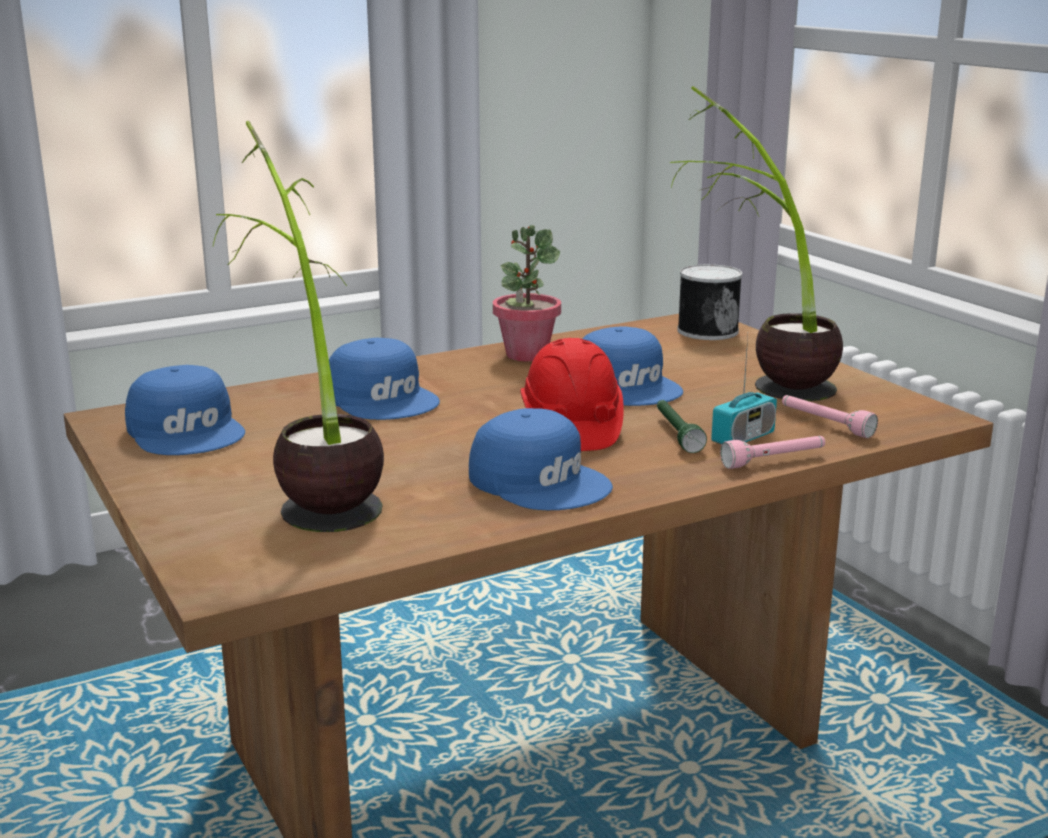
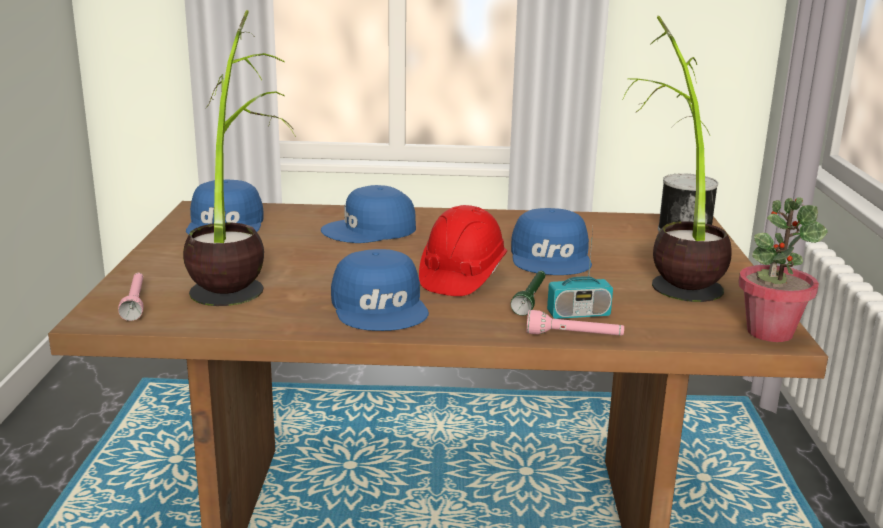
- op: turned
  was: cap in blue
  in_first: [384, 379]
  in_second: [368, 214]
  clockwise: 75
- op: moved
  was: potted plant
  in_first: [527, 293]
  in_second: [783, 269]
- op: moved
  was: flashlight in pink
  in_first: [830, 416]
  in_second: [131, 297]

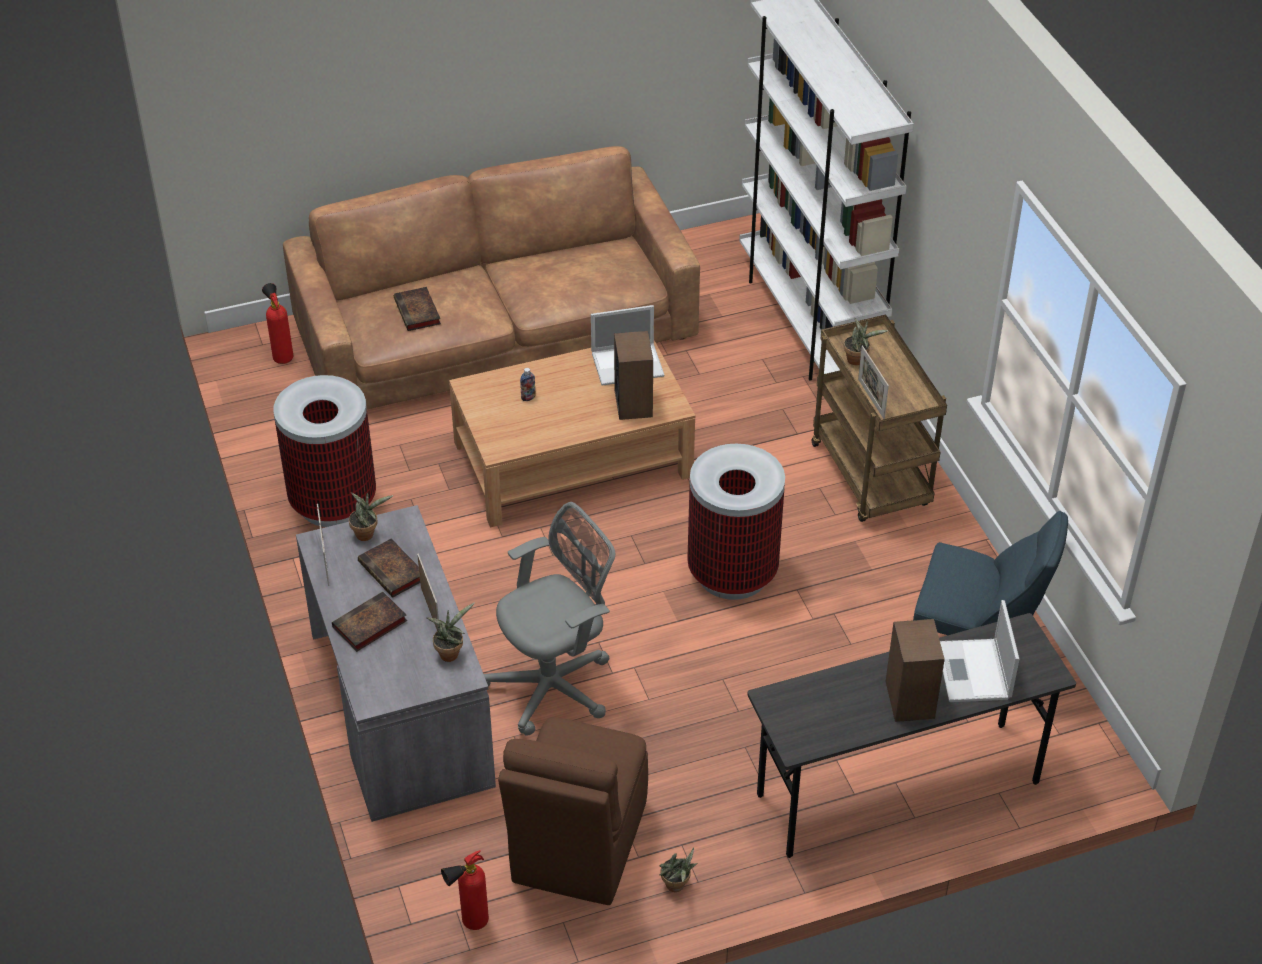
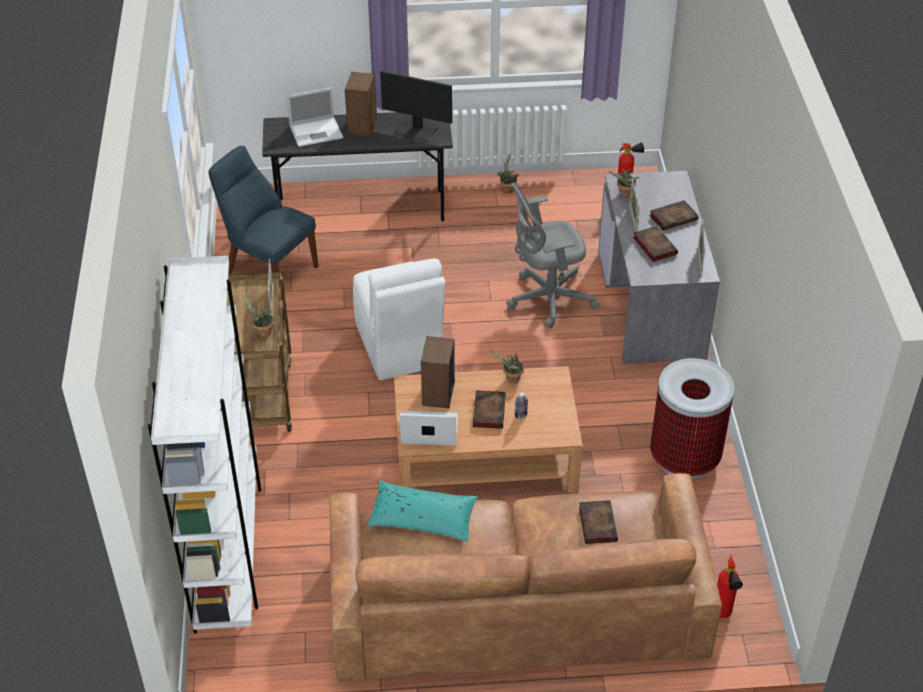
- op: moved
  was: potted plant
  in_first: [371, 516]
  in_second: [507, 366]
- op: removed
  was: chair in brown
  in_first: [573, 811]
- op: replaced
  was: trash can
  now: chair in white
  in_first: [736, 522]
  in_second: [399, 319]
- op: turned
  was: laptop
  in_first: [979, 651]
  in_second: [315, 117]
  clockwise: 60
- op: added
  now: pillow in turquoise
  in_second: [423, 511]
- op: added
  now: monitor
  in_second: [416, 107]
- op: added
  now: book
  in_second: [489, 409]

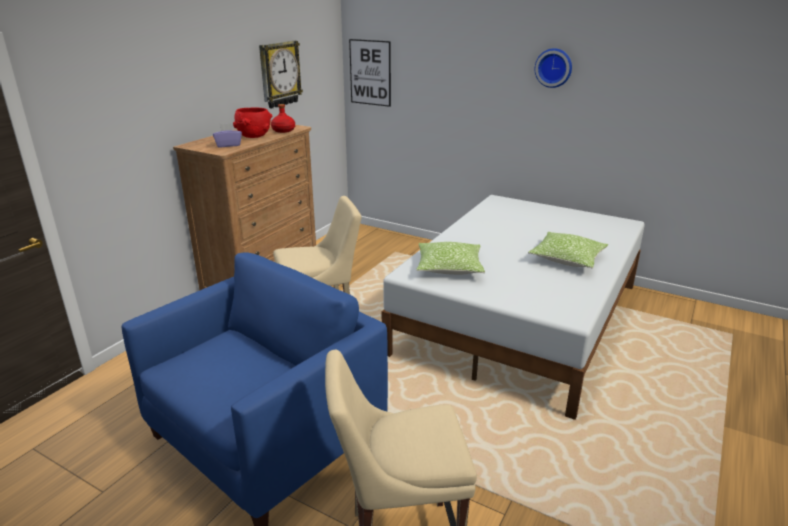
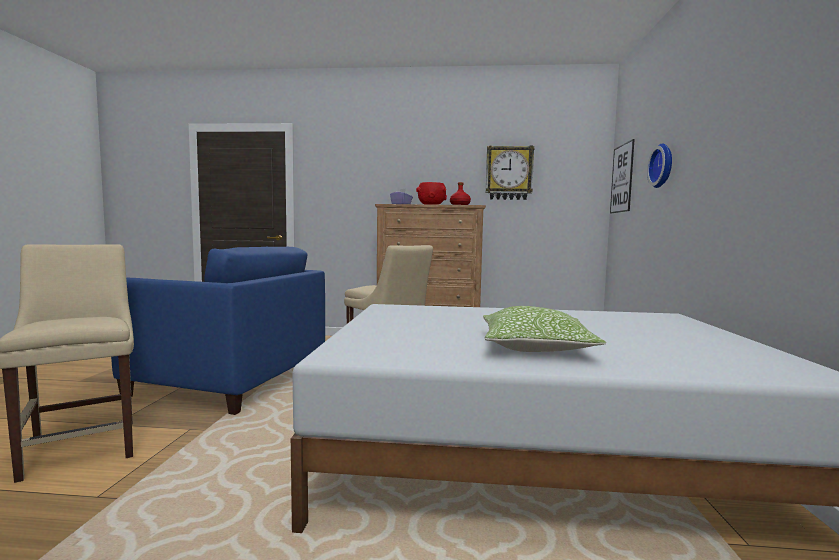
- op: removed
  was: pillow
  in_first: [450, 258]
- op: moved
  was: wall clock
  in_first: [553, 68]
  in_second: [659, 165]

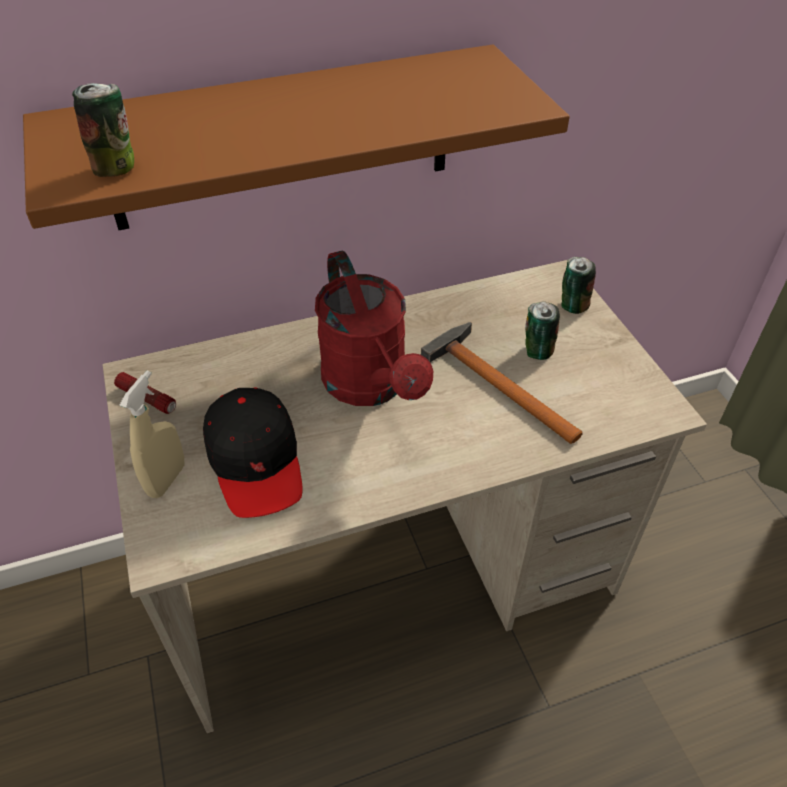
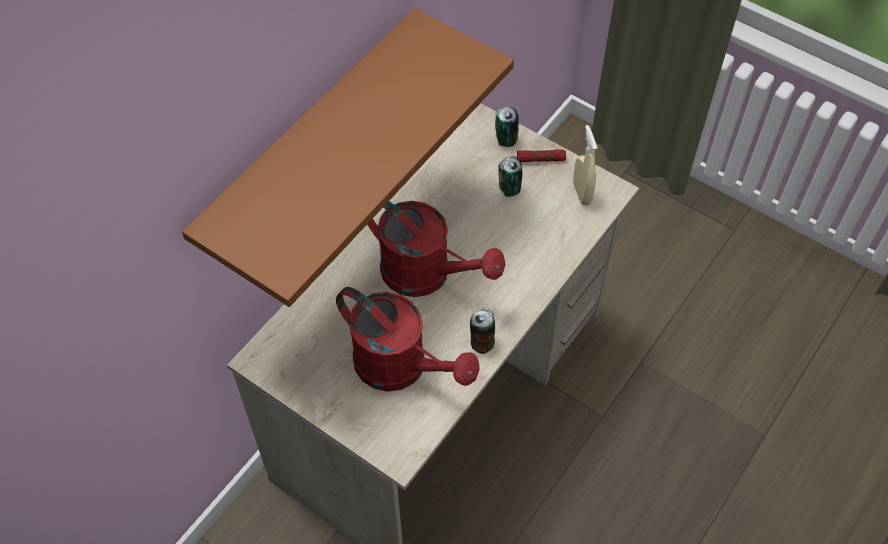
- op: moved
  was: can
  in_first: [103, 130]
  in_second: [482, 331]
- op: moved
  was: flashlight
  in_first: [145, 393]
  in_second: [541, 155]
- op: moved
  was: spray bottle in beige
  in_first: [152, 434]
  in_second: [585, 165]
- op: replaced
  was: cap in black
  now: watering can in red
  in_first: [253, 452]
  in_second: [408, 339]
- op: removed
  was: hammer
  in_first: [502, 383]

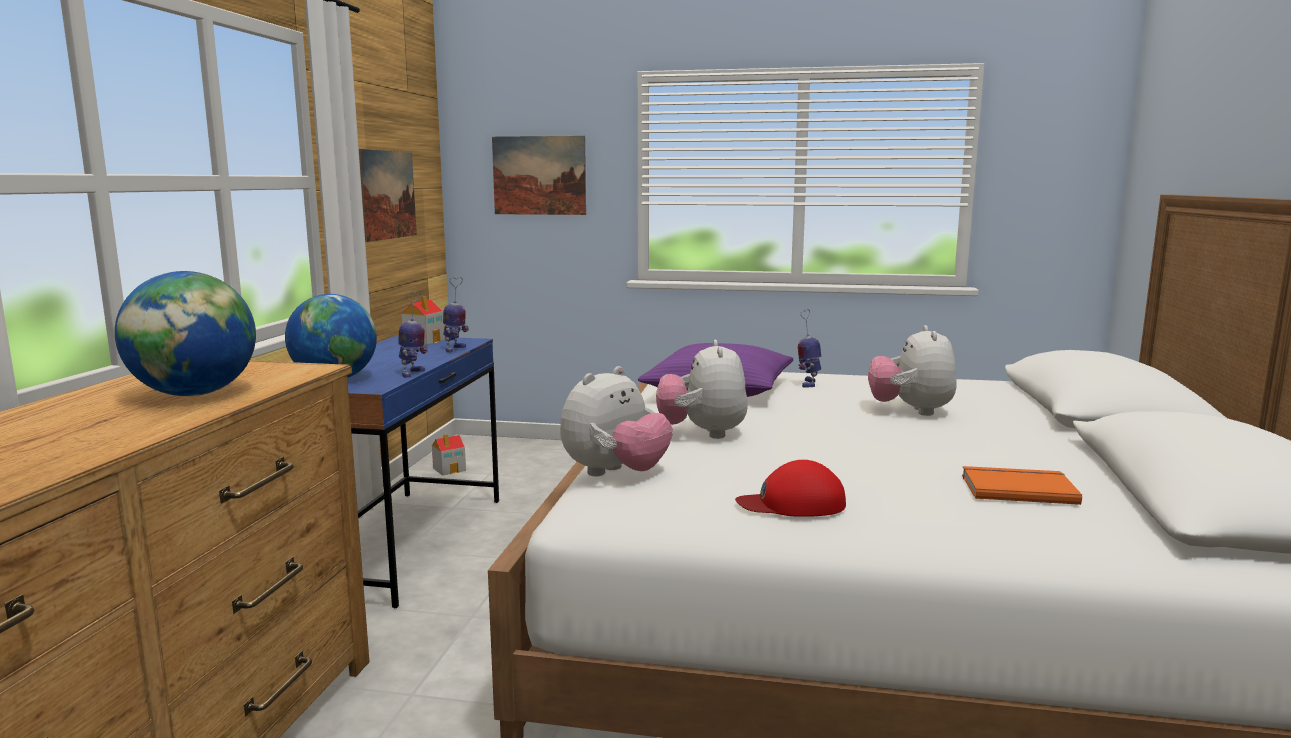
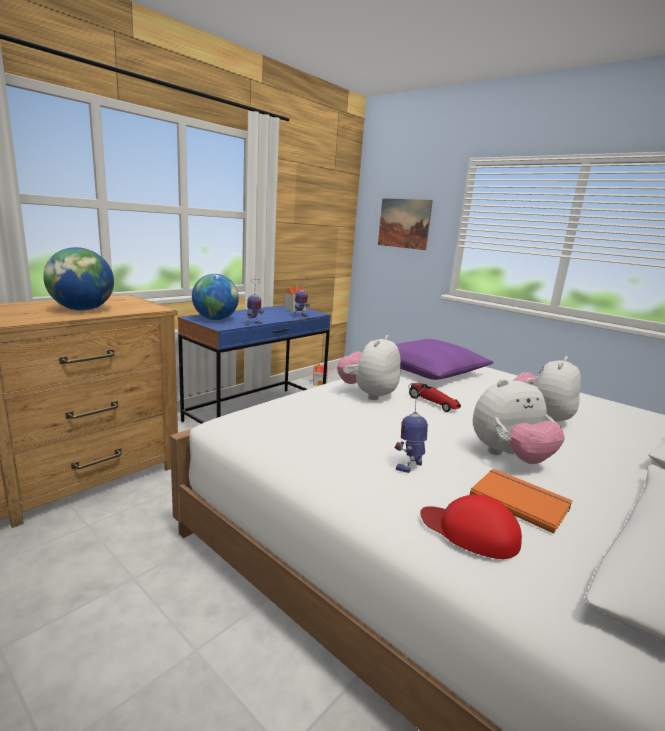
- op: removed
  was: picture
  in_first: [388, 195]
- op: moved
  was: plush toy
  in_first: [616, 421]
  in_second: [519, 421]
- op: moved
  was: cap in red
  in_first: [790, 488]
  in_second: [471, 526]
- op: moved
  was: toy robot
  in_first: [809, 348]
  in_second: [411, 428]
- op: added
  now: toy car
  in_second: [435, 397]

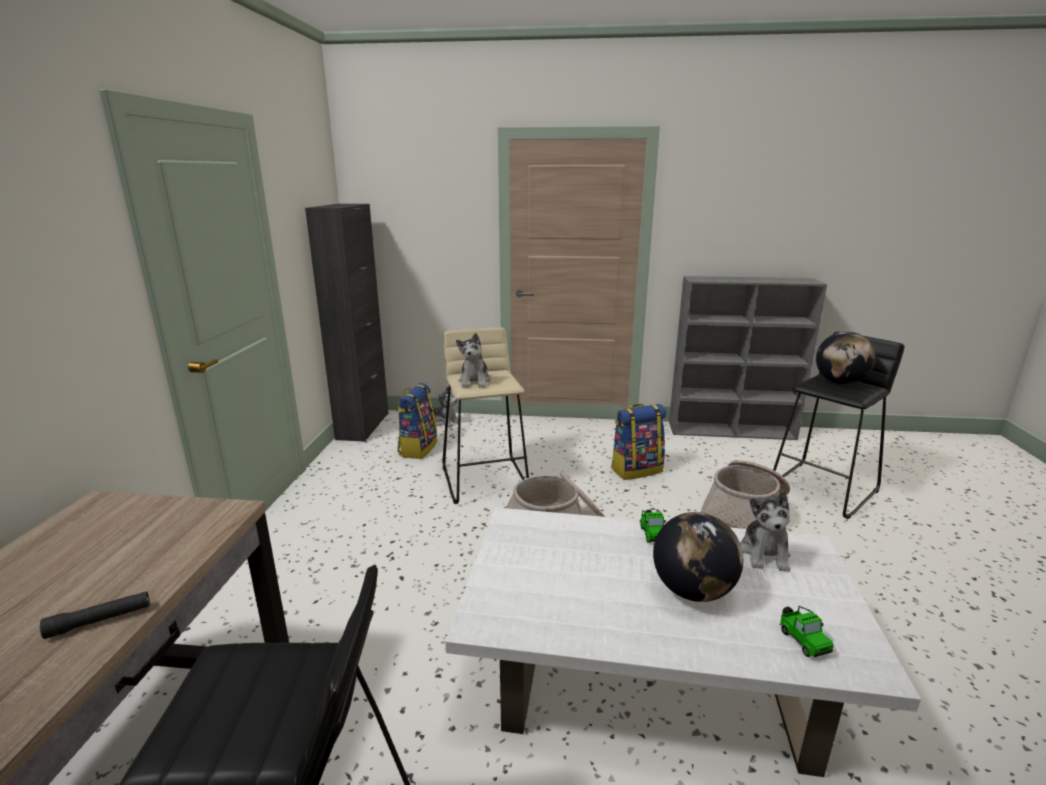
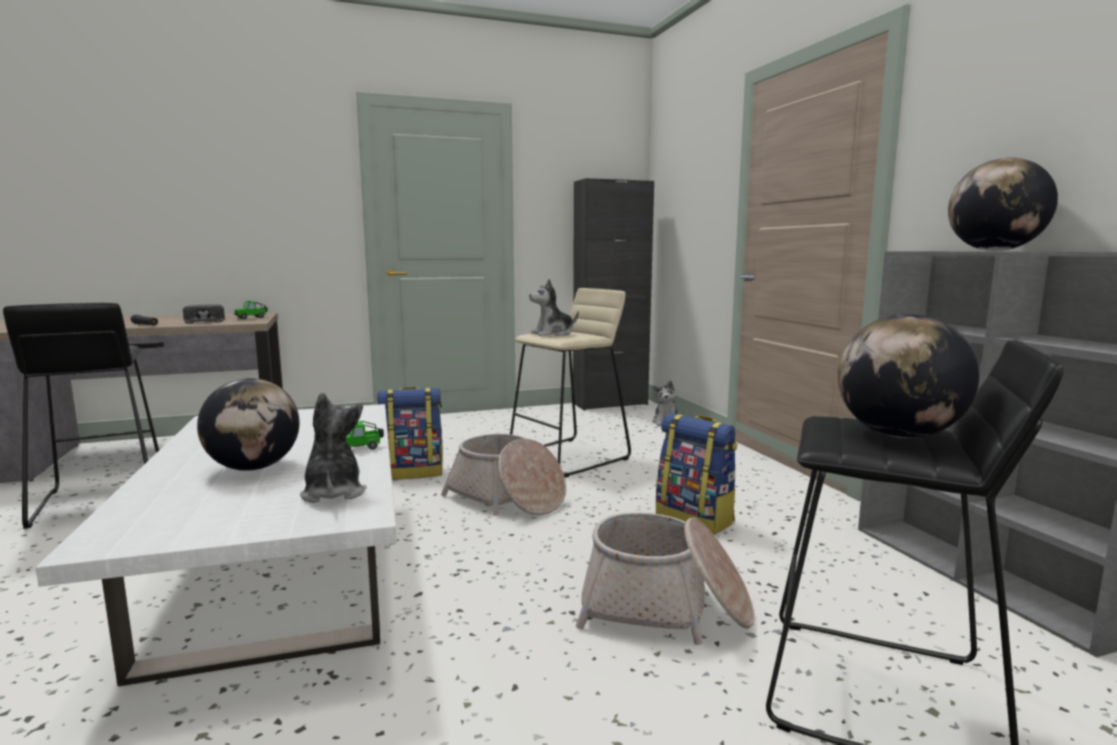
- op: moved
  was: backpack
  in_first: [417, 421]
  in_second: [410, 433]
- op: turned
  was: plush toy
  in_first: [765, 531]
  in_second: [333, 448]
  clockwise: 90
- op: moved
  was: toy car
  in_first: [807, 631]
  in_second: [251, 310]
- op: added
  now: cap in black
  in_second: [204, 314]
- op: added
  now: globe
  in_second: [1003, 204]

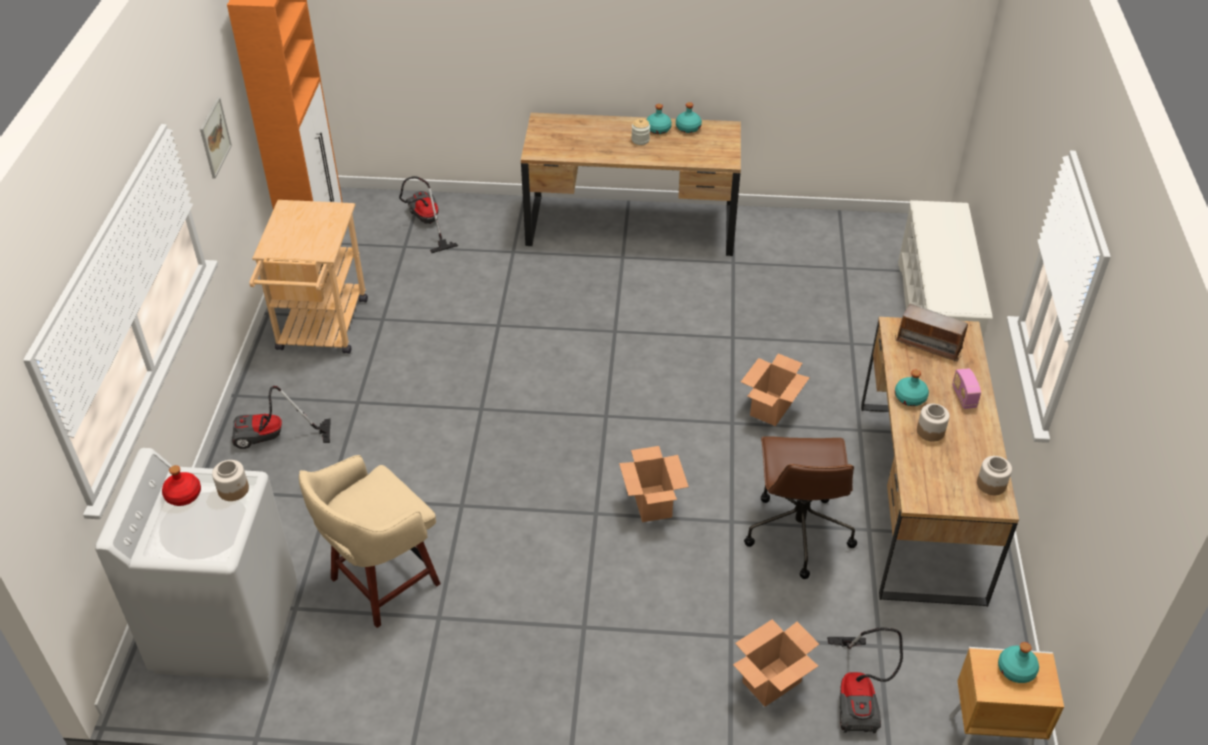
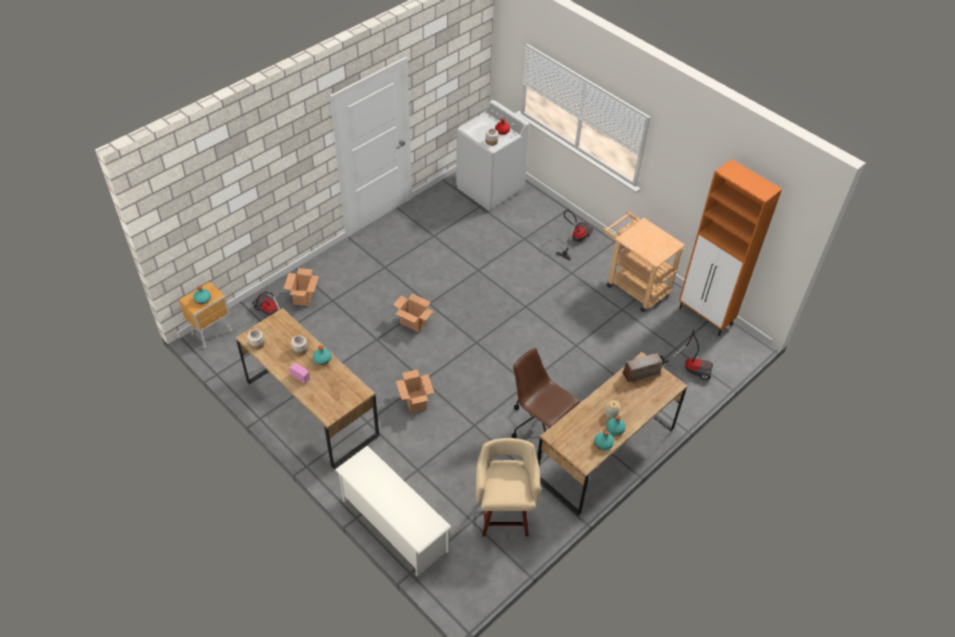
- op: removed
  was: picture
  in_first: [216, 137]
- op: moved
  was: stool in beige
  in_first: [370, 541]
  in_second: [508, 487]
- op: moved
  was: office chair in brown
  in_first: [800, 507]
  in_second: [546, 393]
- op: moved
  was: radio
  in_first: [931, 333]
  in_second: [642, 368]

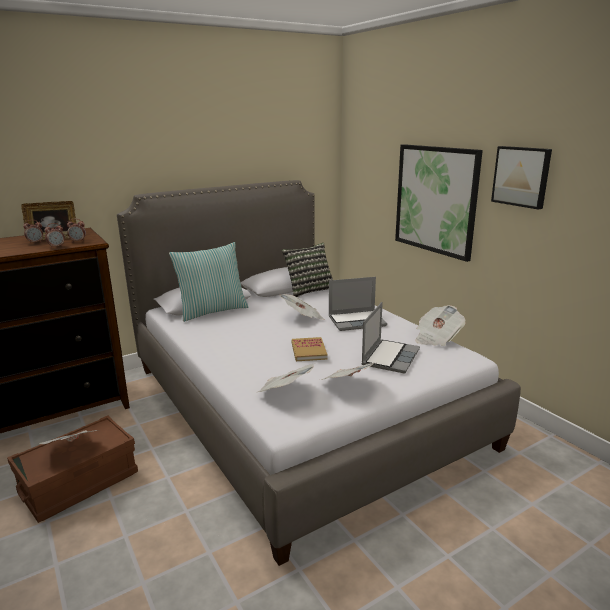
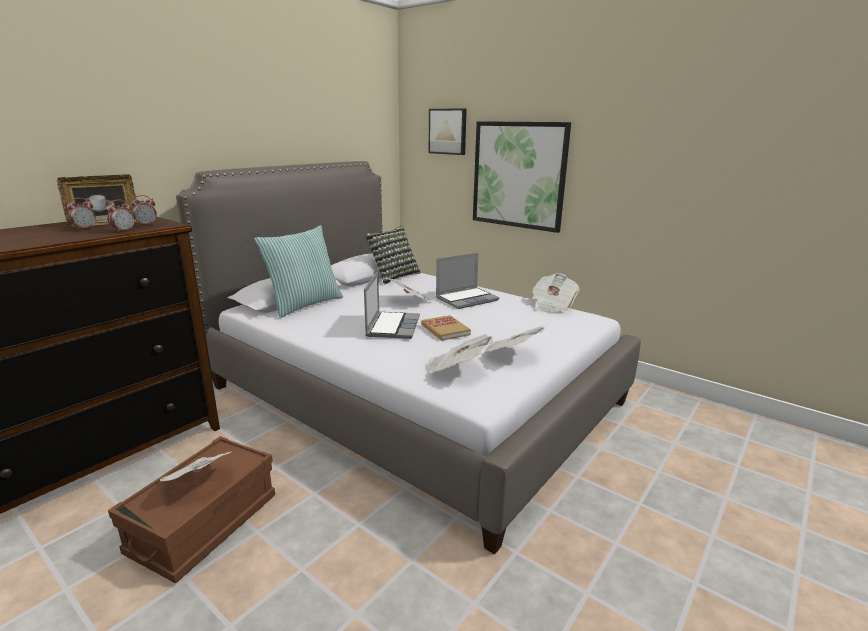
- op: moved
  was: laptop
  in_first: [390, 338]
  in_second: [392, 305]
- op: moved
  was: picture
  in_first: [521, 178]
  in_second: [448, 131]

